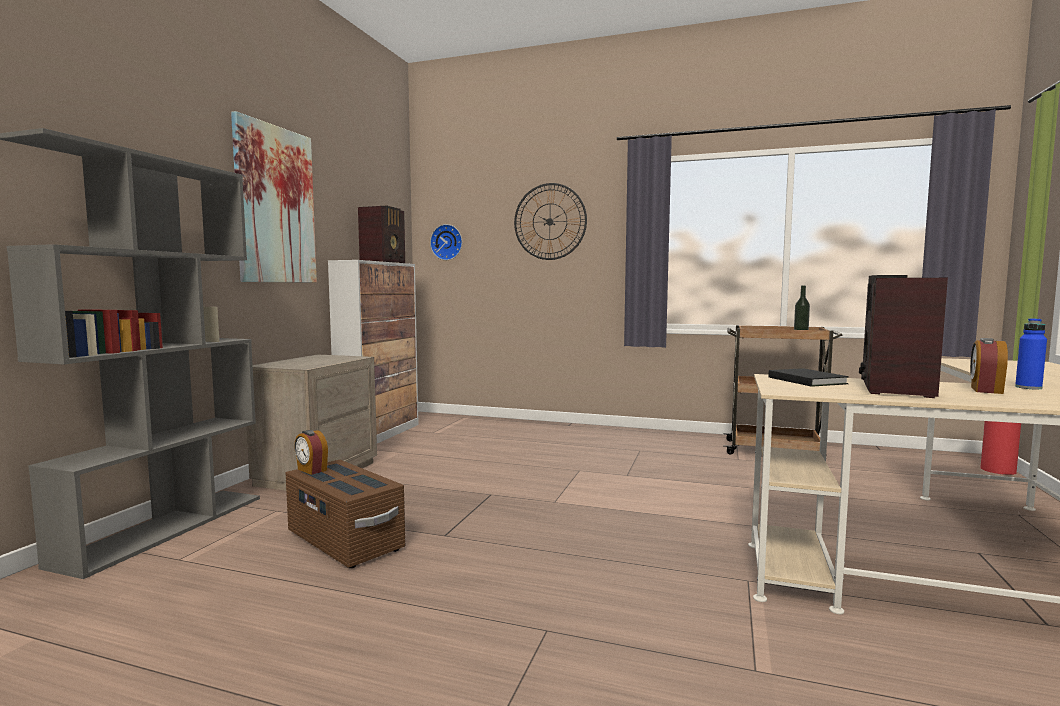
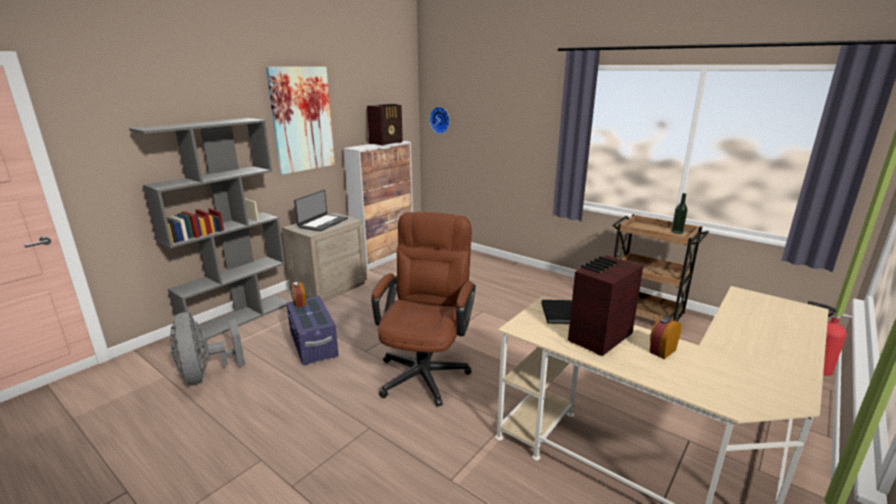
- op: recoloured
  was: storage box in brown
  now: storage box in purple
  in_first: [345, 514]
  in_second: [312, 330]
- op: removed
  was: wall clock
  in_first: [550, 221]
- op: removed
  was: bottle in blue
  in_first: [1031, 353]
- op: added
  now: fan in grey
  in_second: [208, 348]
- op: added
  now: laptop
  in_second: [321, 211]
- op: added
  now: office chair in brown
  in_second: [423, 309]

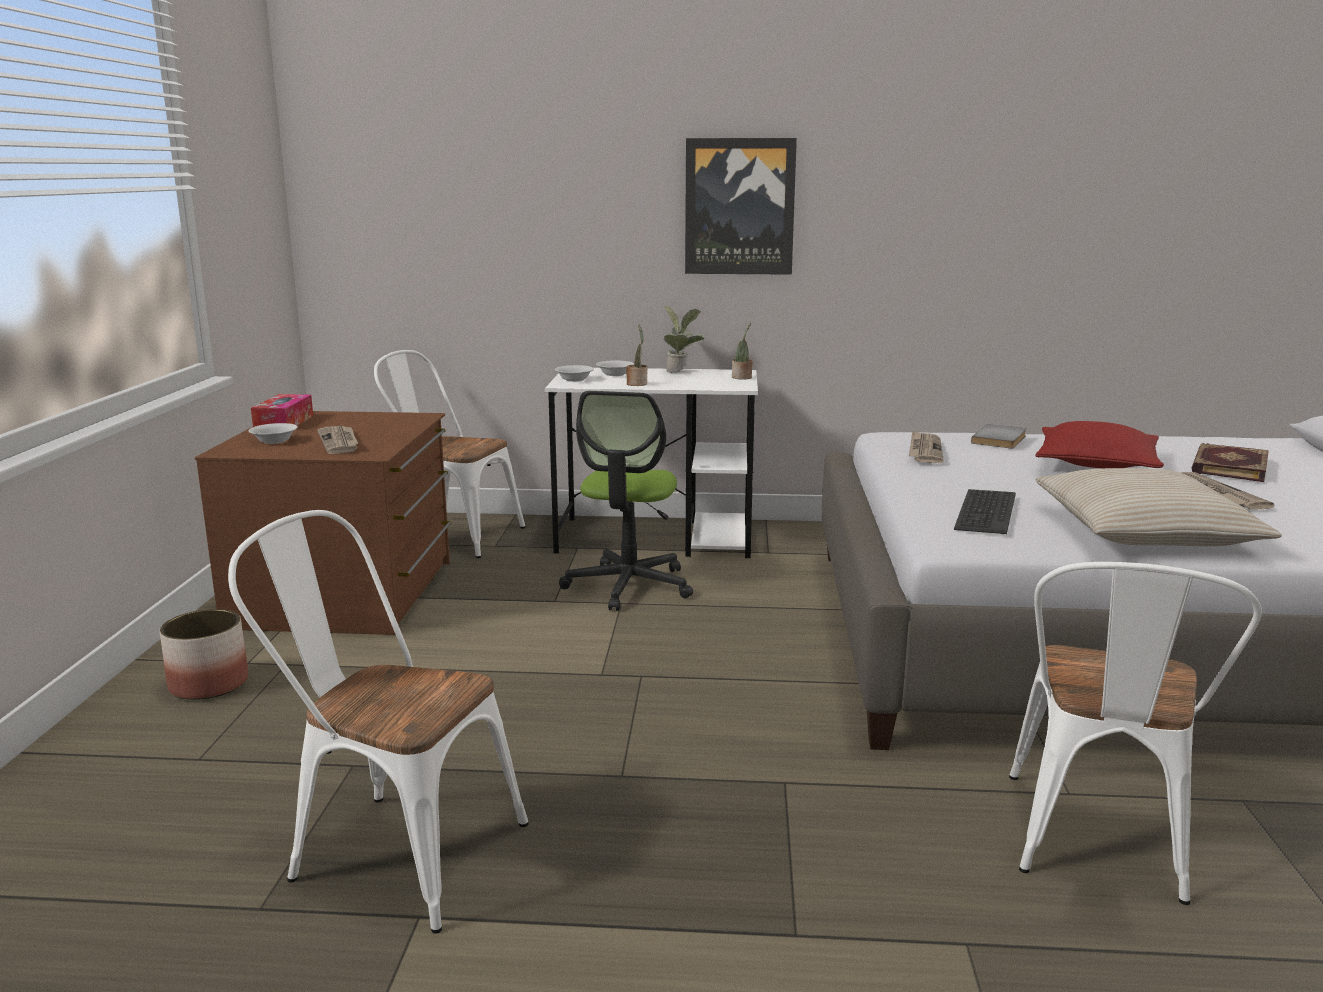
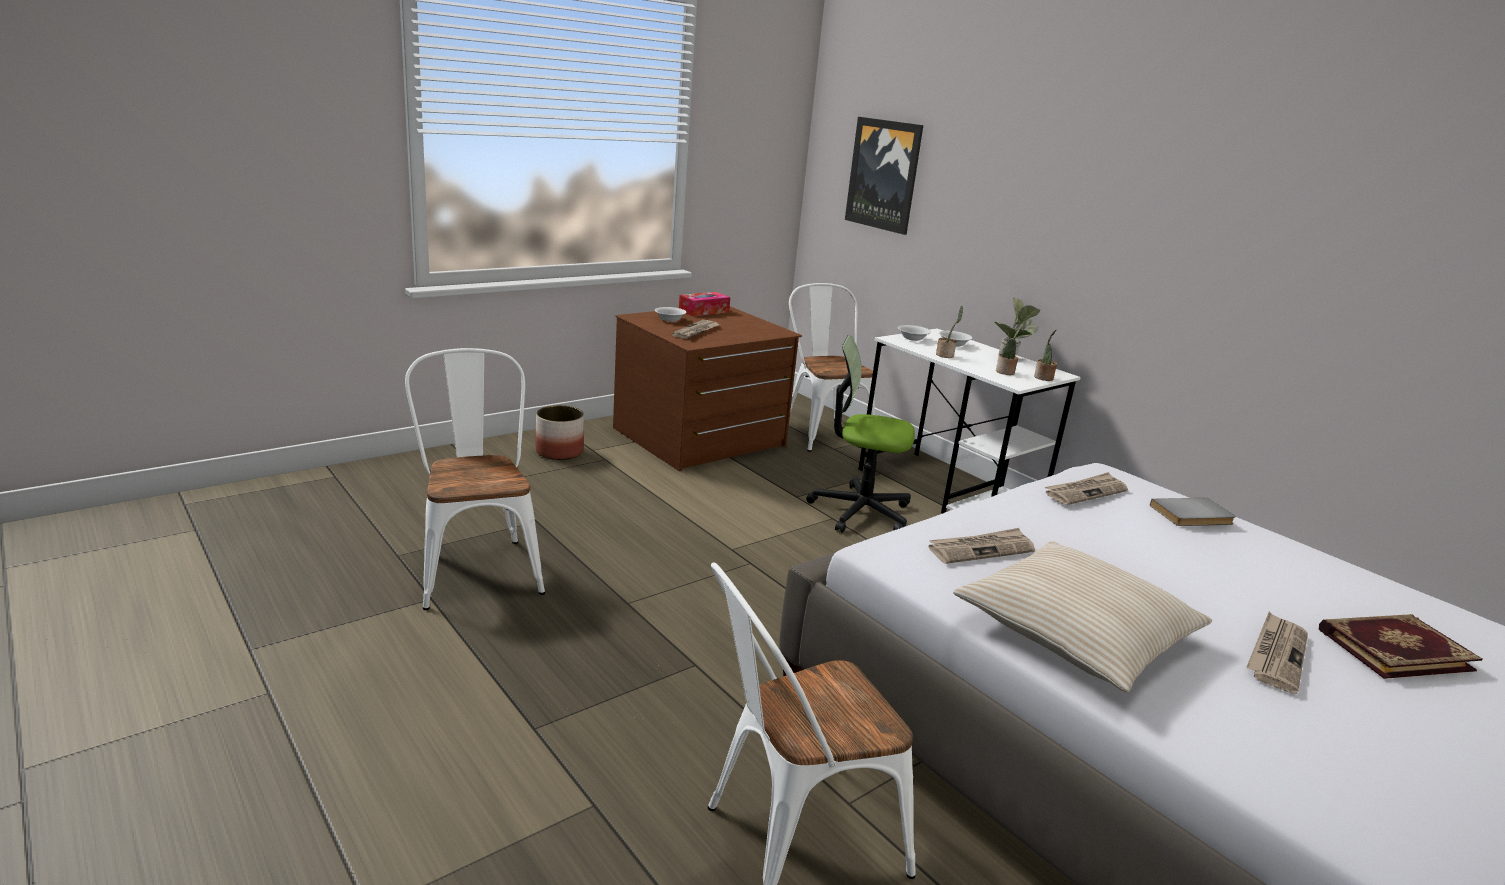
- op: turned
  was: office chair
  in_first: [626, 501]
  in_second: [860, 434]
  clockwise: 45
- op: moved
  was: picture
  in_first: [741, 206]
  in_second: [884, 176]
- op: replaced
  was: keyboard
  now: newspaper
  in_first: [985, 511]
  in_second: [981, 546]
- op: removed
  was: pillow in red
  in_first: [1099, 444]
- op: added
  now: potted plant
  in_second: [1010, 349]

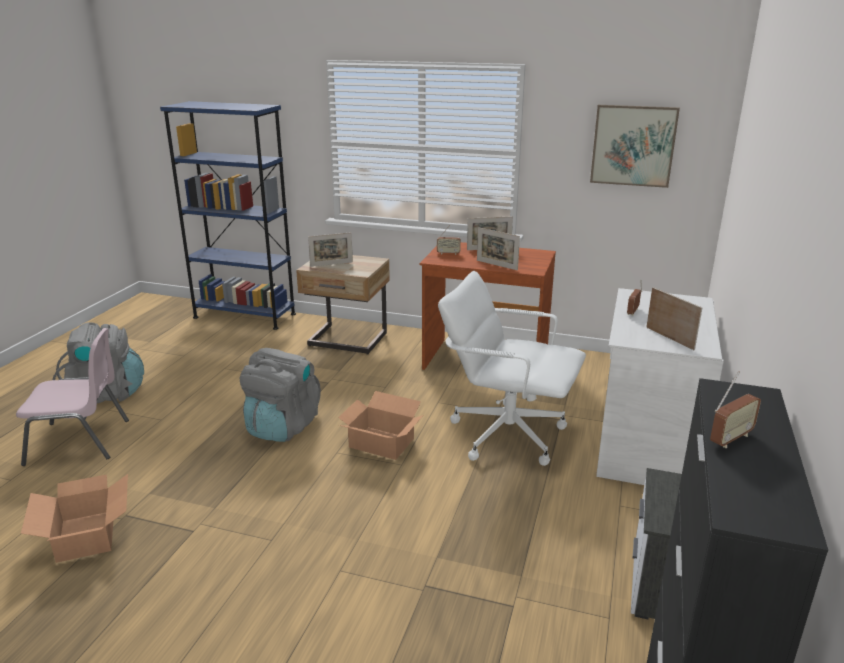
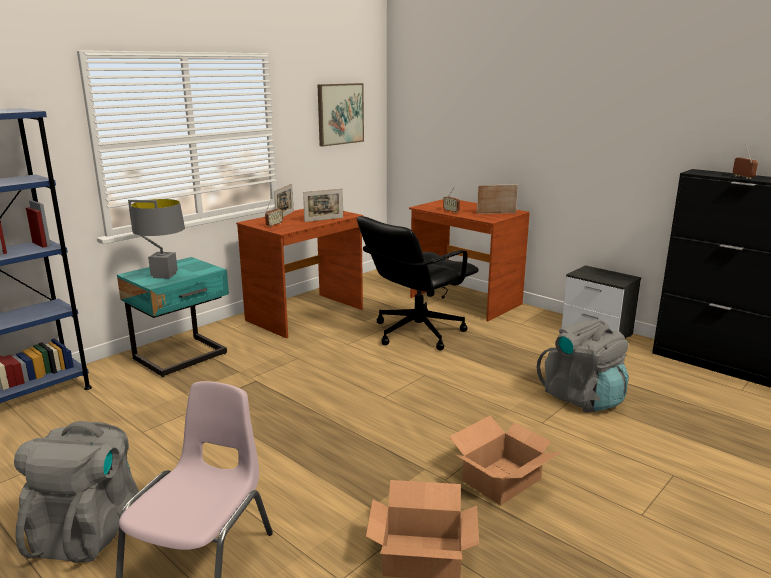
- op: moved
  was: backpack in grey
  in_first: [280, 395]
  in_second: [583, 365]
- op: recoloured
  was: nightstand in beige
  now: nightstand in turquoise
  in_first: [343, 305]
  in_second: [173, 317]
- op: replaced
  was: picture frame
  now: table lamp in grey
  in_first: [330, 249]
  in_second: [156, 239]
- op: moved
  was: cardboard box
  in_first: [380, 425]
  in_second: [505, 460]
- op: recoloured
  was: office chair in white
  now: office chair in black
  in_first: [512, 368]
  in_second: [418, 283]
- op: recoloured
  was: desk in white
  now: desk in brown
  in_first: [660, 386]
  in_second: [469, 260]

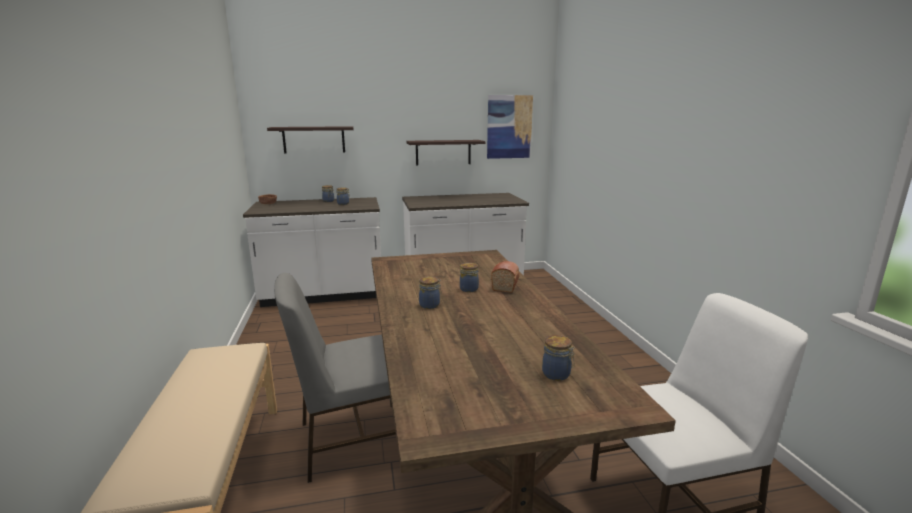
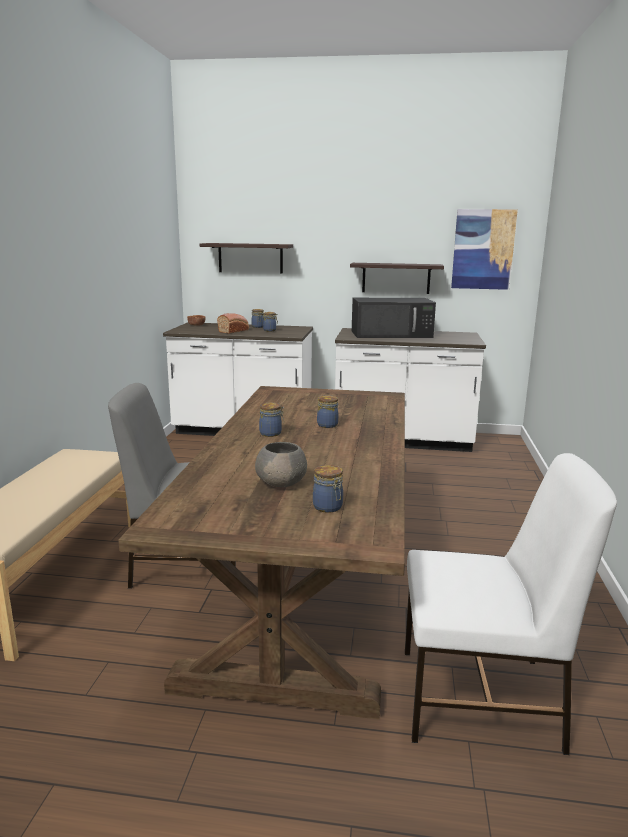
- op: moved
  was: bread
  in_first: [505, 277]
  in_second: [233, 323]
- op: added
  now: bowl in grey
  in_second: [281, 464]
- op: added
  now: microwave in black
  in_second: [394, 318]

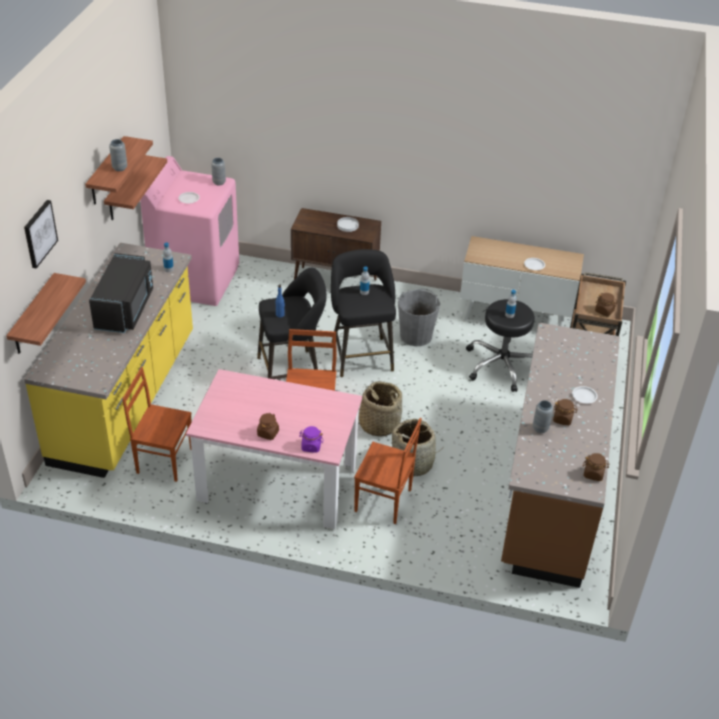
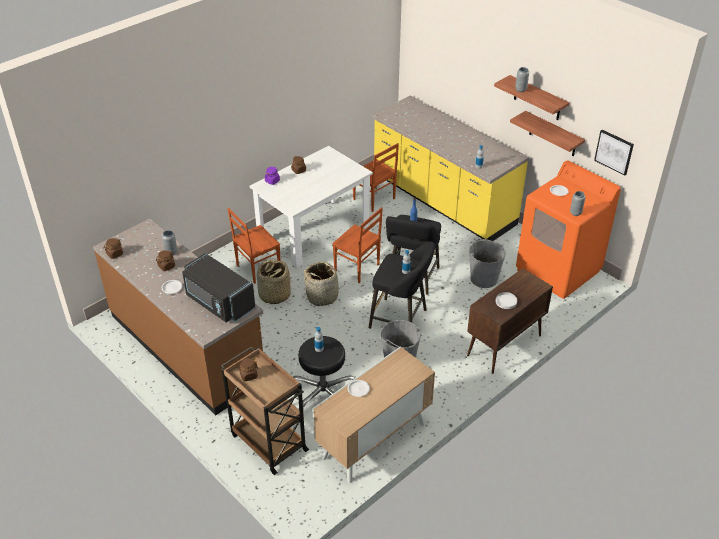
- op: removed
  was: shelf
  in_first: [46, 313]
- op: moved
  was: picture
  in_first: [41, 234]
  in_second: [614, 153]
- op: moved
  was: microwave in black
  in_first: [121, 293]
  in_second: [218, 288]
- op: turned
  was: chair in brown
  in_first: [157, 424]
  in_second: [376, 177]
  clockwise: 90
- op: recoloured
  was: washing machine in pink
  now: washing machine in orange
  in_first: [189, 231]
  in_second: [568, 229]
- op: recoloured
  was: dining table in pink
  now: dining table in white
  in_first: [274, 449]
  in_second: [311, 207]
- op: added
  now: bucket in grey
  in_second: [487, 263]

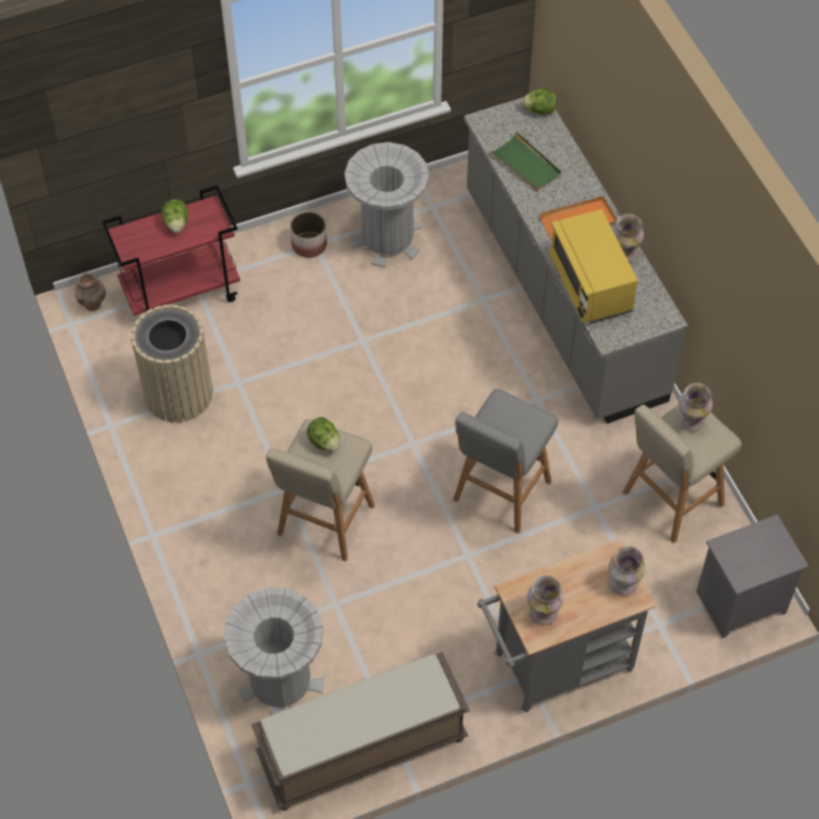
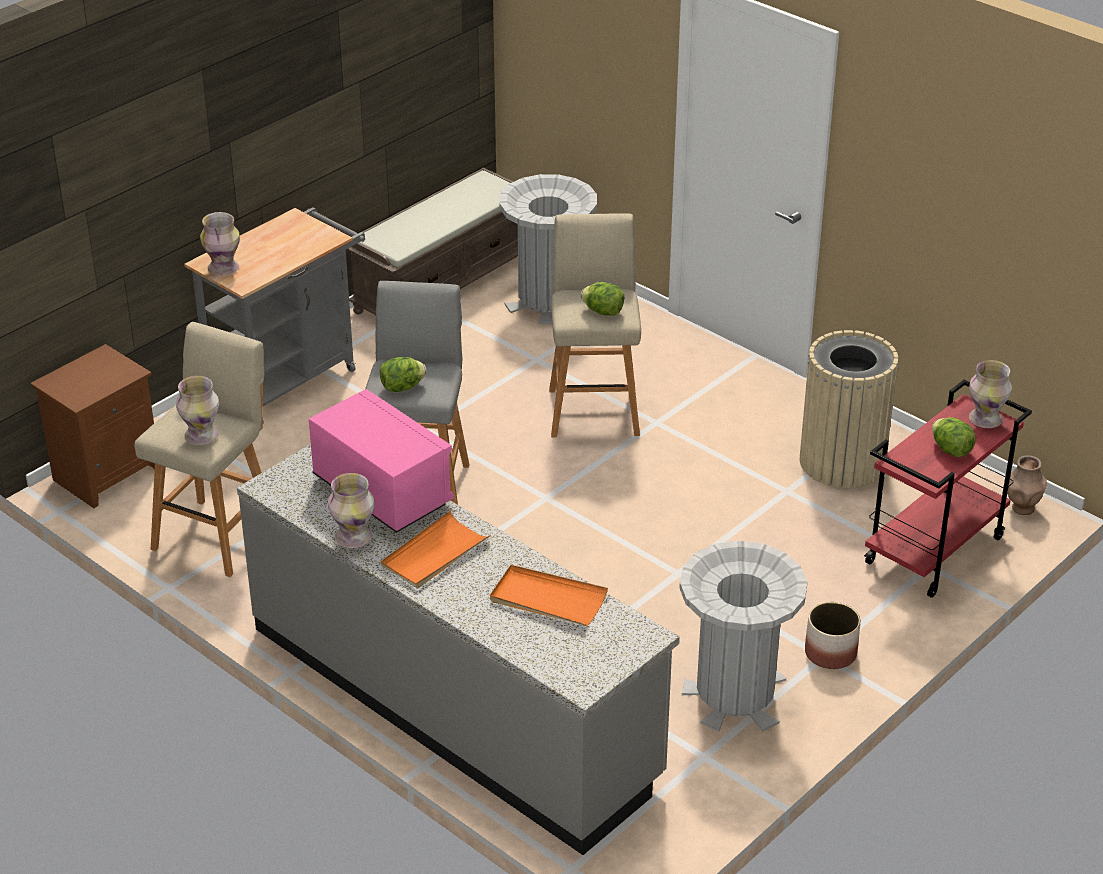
- op: recoloured
  was: tray in green
  now: tray in orange
  in_first: [526, 162]
  in_second: [549, 595]
- op: moved
  was: lettuce
  in_first: [539, 102]
  in_second: [403, 374]
- op: moved
  was: vase
  in_first: [545, 600]
  in_second: [990, 394]
- op: recoloured
  was: microwave in yellow
  now: microwave in pink
  in_first: [593, 266]
  in_second: [381, 461]
- op: recoloured
  was: nightstand in grey
  now: nightstand in brown
  in_first: [752, 576]
  in_second: [92, 426]

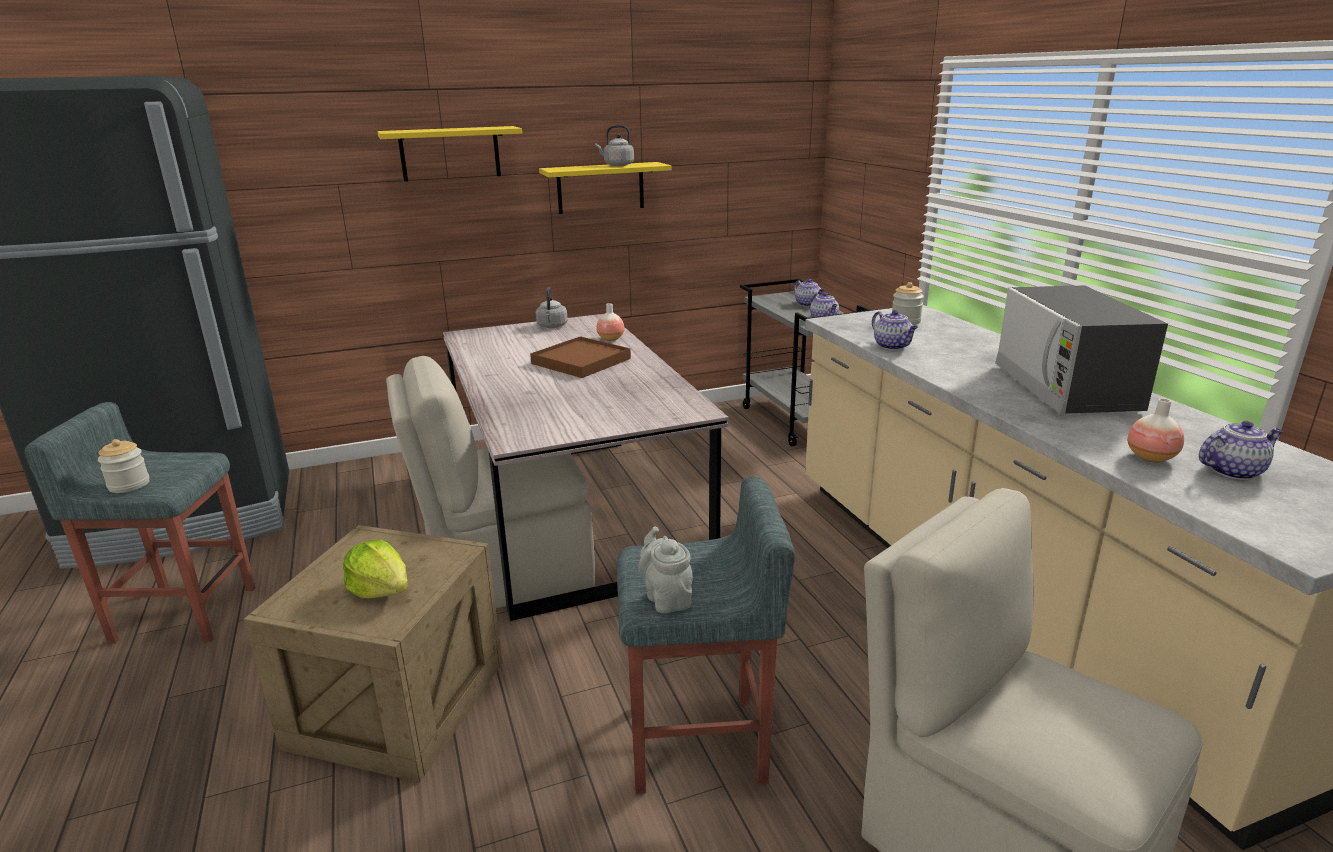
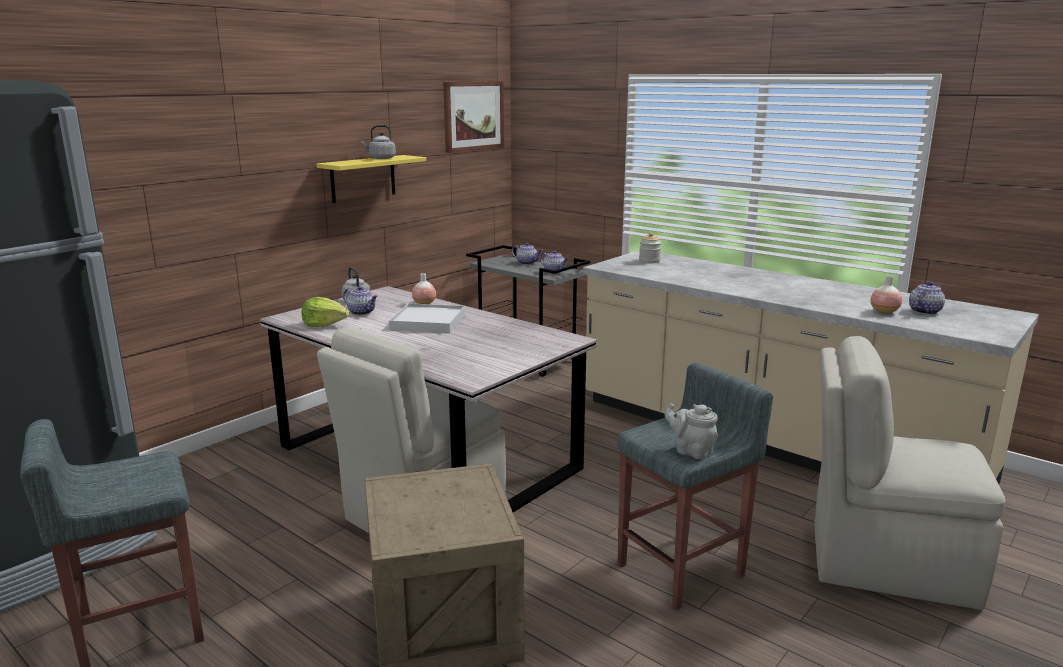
- op: removed
  was: jar
  in_first: [123, 466]
- op: moved
  was: lettuce
  in_first: [375, 569]
  in_second: [325, 312]
- op: removed
  was: shelf in yellow
  in_first: [450, 154]
- op: recoloured
  was: tray in brown
  now: tray in white
  in_first: [580, 357]
  in_second: [427, 318]
- op: moved
  was: teapot
  in_first: [895, 330]
  in_second: [360, 300]
- op: removed
  was: microwave
  in_first: [1081, 349]
- op: added
  now: picture
  in_second: [473, 117]

